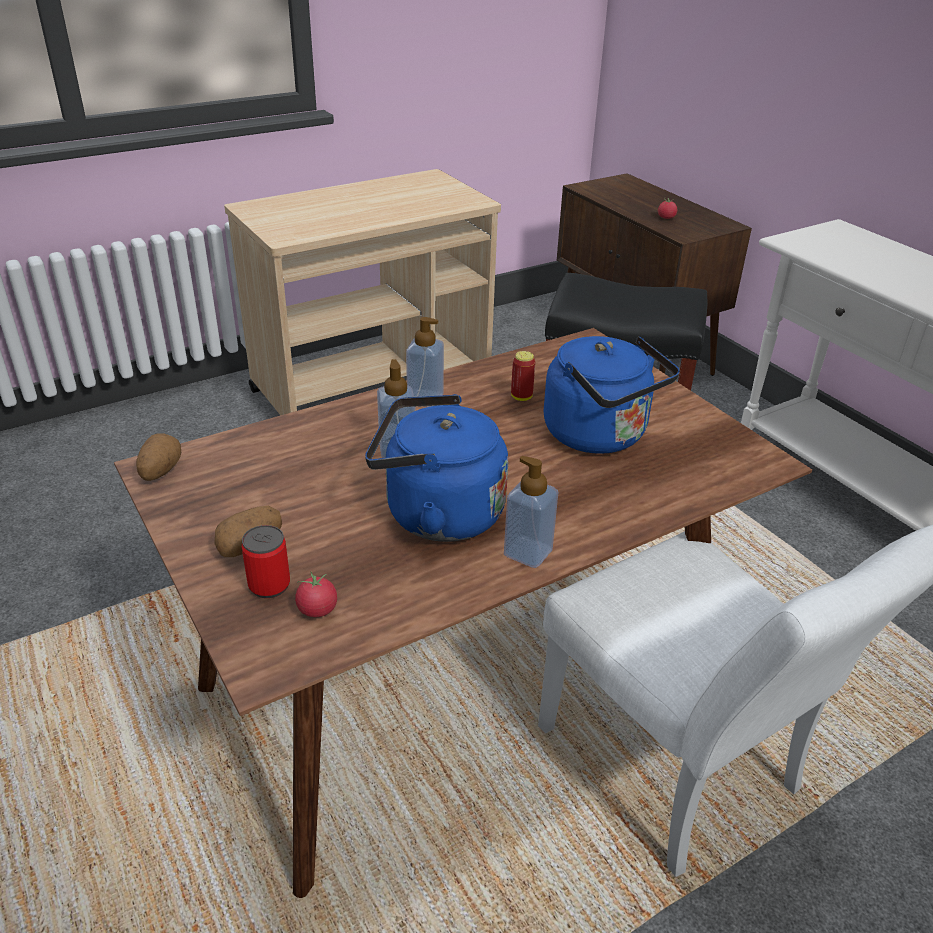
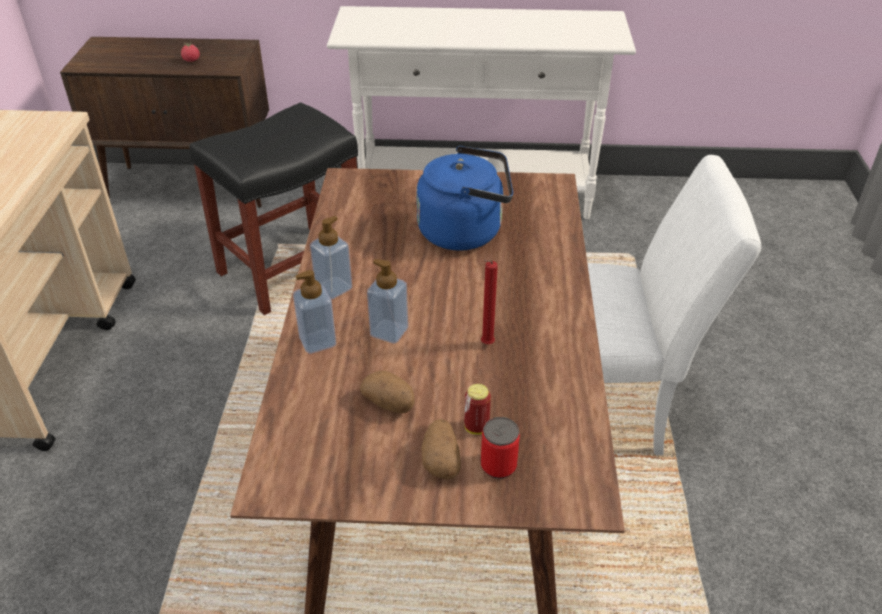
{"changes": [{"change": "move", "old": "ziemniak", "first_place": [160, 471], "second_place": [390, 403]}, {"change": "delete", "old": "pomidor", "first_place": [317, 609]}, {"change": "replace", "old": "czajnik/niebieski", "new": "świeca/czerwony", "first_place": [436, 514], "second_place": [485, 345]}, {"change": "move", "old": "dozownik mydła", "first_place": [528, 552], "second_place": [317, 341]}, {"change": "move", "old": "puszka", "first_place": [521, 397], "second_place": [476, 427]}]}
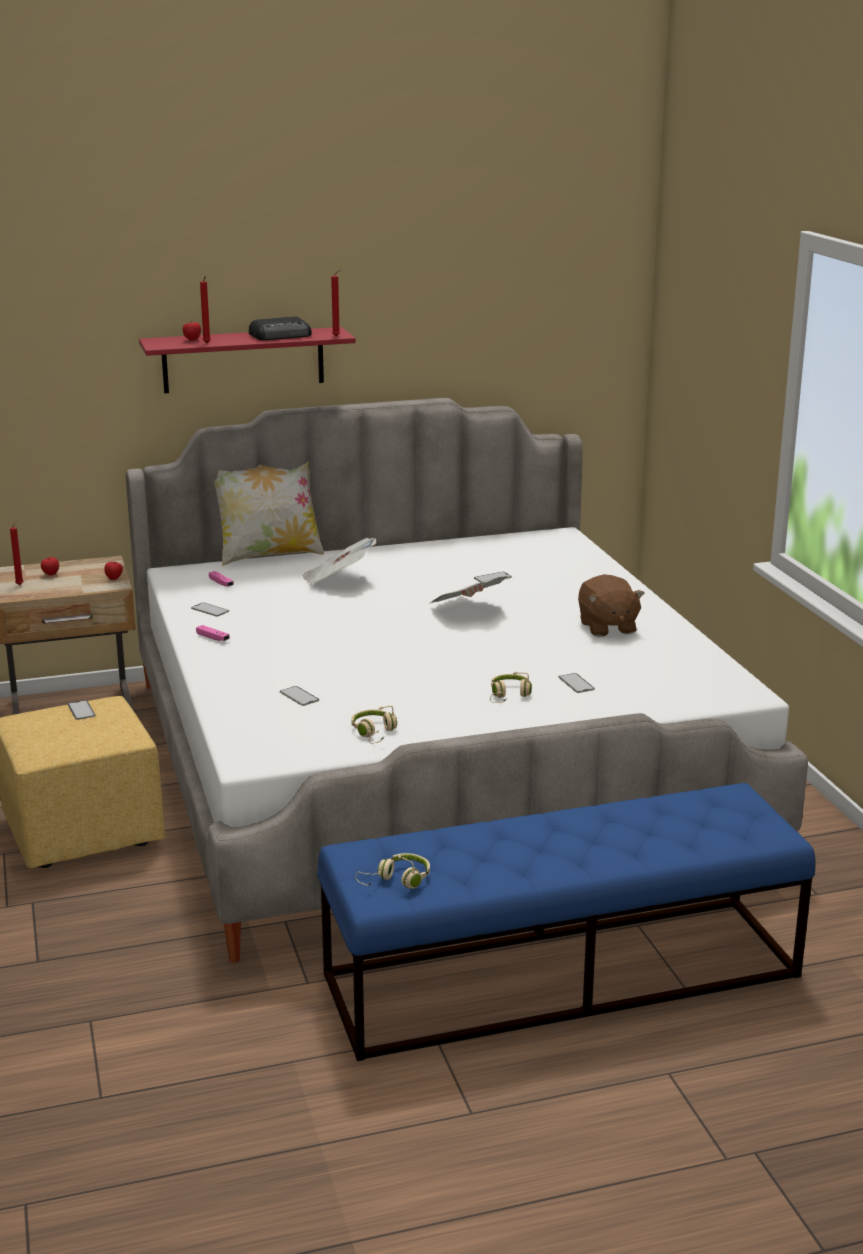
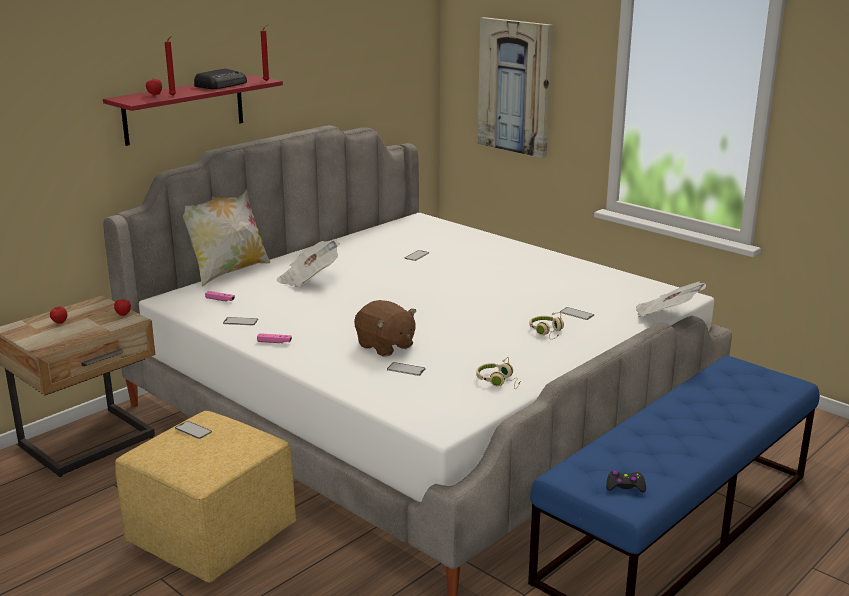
{"changes": [{"change": "delete", "old": "świeca/czerwony", "first_place": [20, 584]}, {"change": "replace", "old": "słuchawki/beżowy", "new": "pad do gier/czarny", "first_place": [397, 880], "second_place": [625, 486]}, {"change": "move", "old": "gazeta", "first_place": [467, 610], "second_place": [666, 316]}, {"change": "move", "old": "pluszak/brązowy", "first_place": [607, 627], "second_place": [385, 346]}, {"change": "insert", "new": "obraz", "second_place": [515, 86]}]}
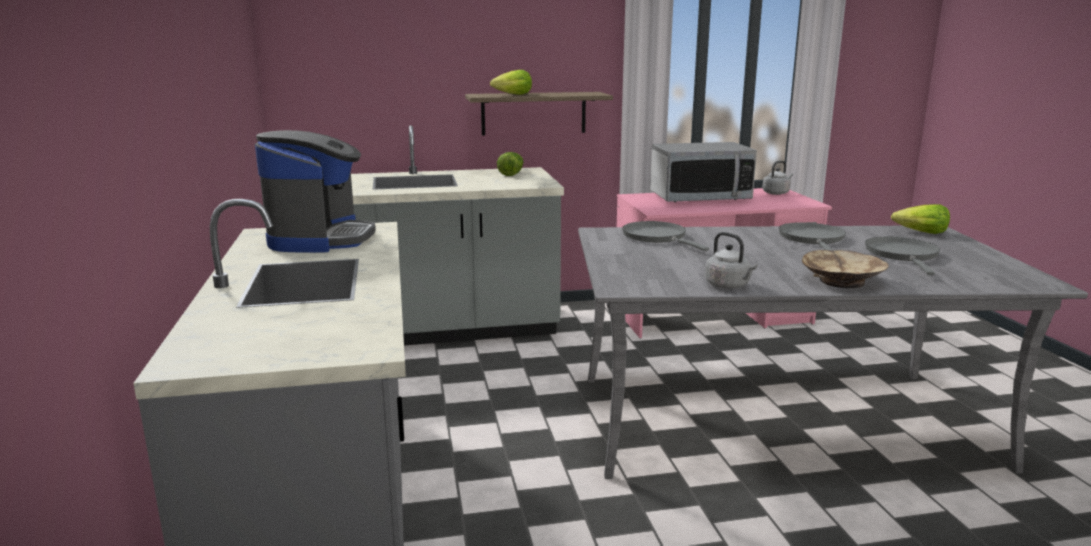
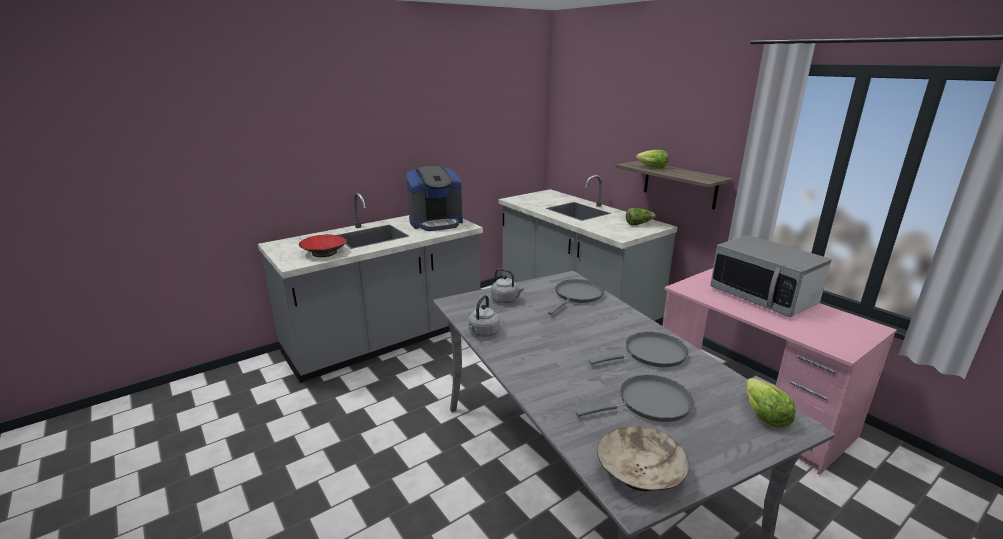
{"changes": [{"change": "move", "old": "czajnik/szary", "first_place": [776, 193], "second_place": [506, 300]}, {"change": "move", "old": "miska/beżowy", "first_place": [841, 281], "second_place": [640, 472]}, {"change": "insert", "new": "miska/czerwony", "second_place": [324, 253]}]}
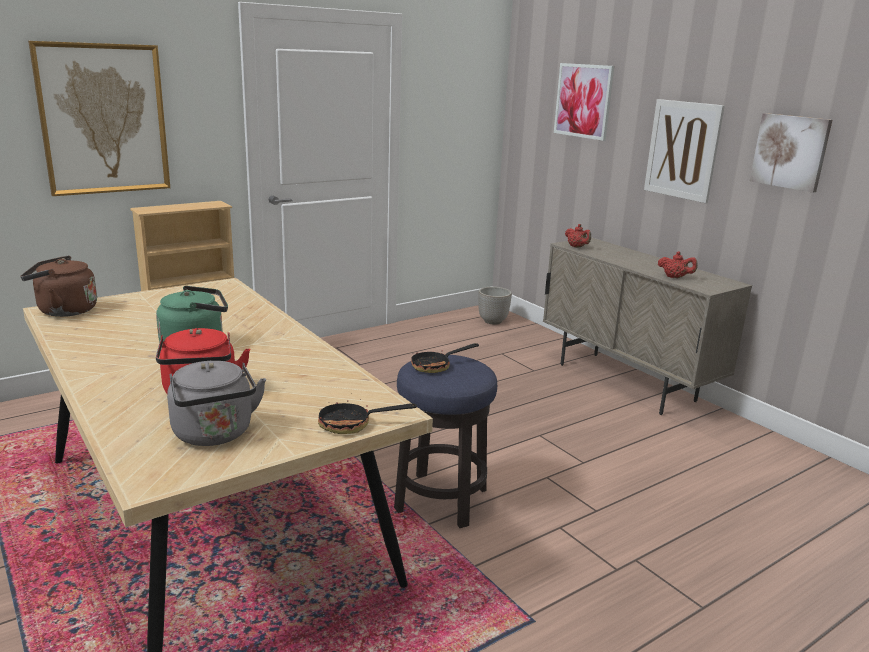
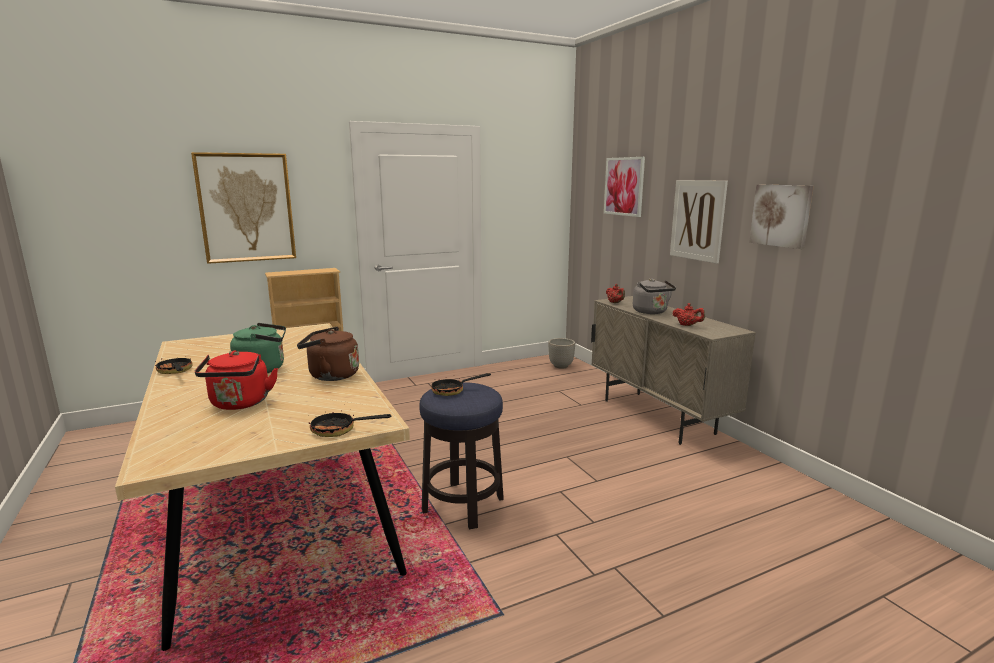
{"changes": [{"change": "move", "old": "czajnik/brązowy", "first_place": [63, 311], "second_place": [330, 375]}, {"change": "move", "old": "czajnik/szary", "first_place": [215, 435], "second_place": [651, 312]}, {"change": "insert", "new": "patelnia", "second_place": [175, 371]}]}
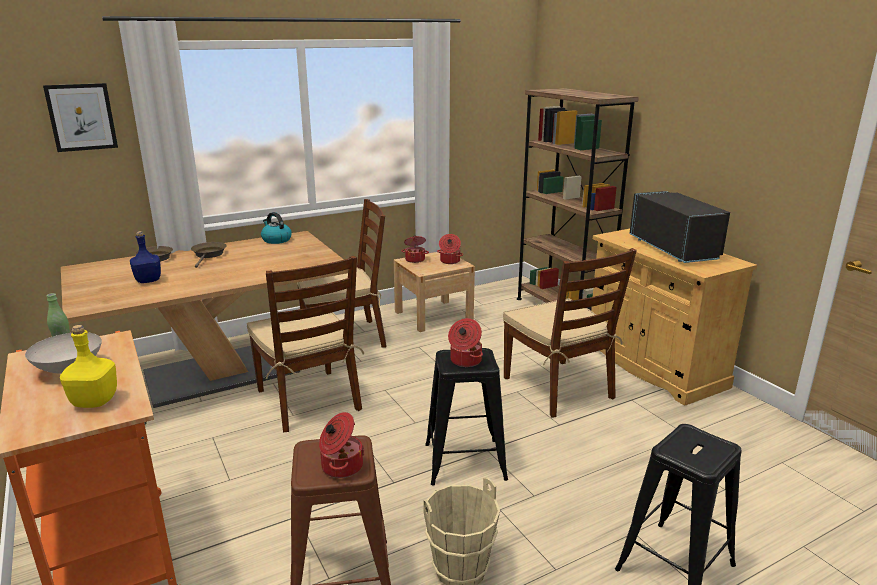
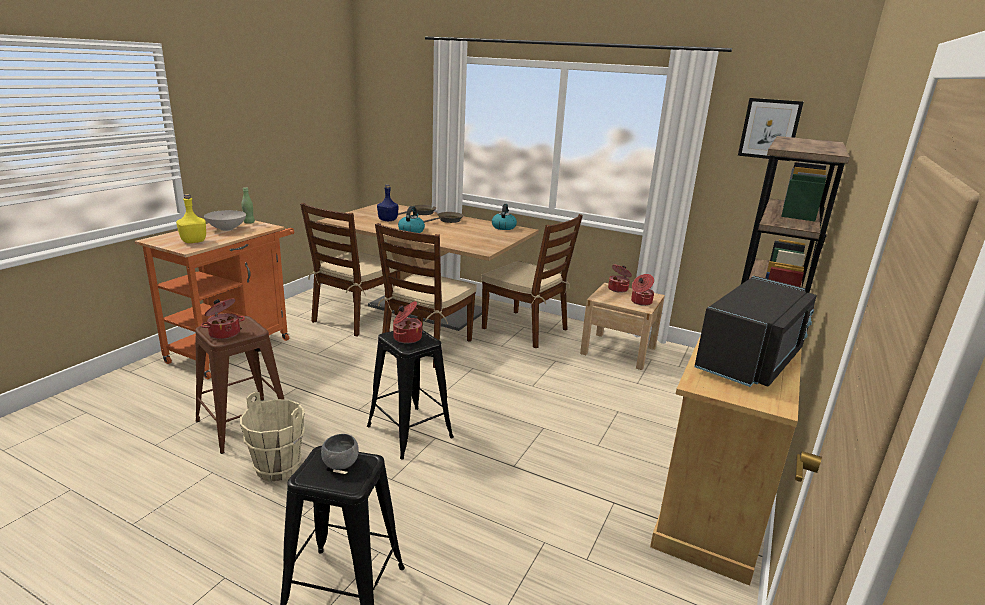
{"changes": [{"change": "move", "old": "obraz", "first_place": [81, 117], "second_place": [769, 129]}, {"change": "move", "old": "krzesło/brązowy", "first_place": [558, 388], "second_place": [355, 318]}, {"change": "insert", "new": "miska/szary", "second_place": [340, 464]}, {"change": "insert", "new": "czajnik", "second_place": [411, 231]}]}
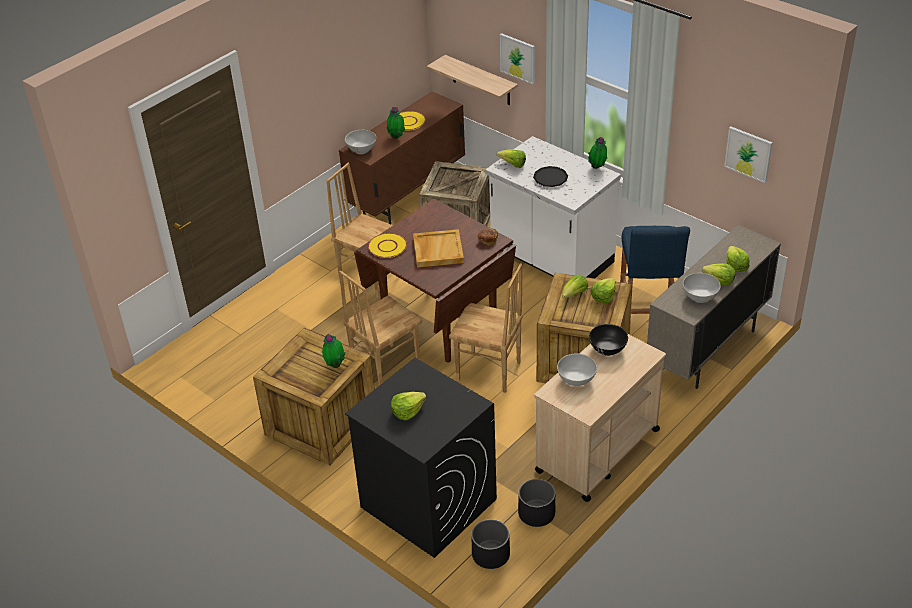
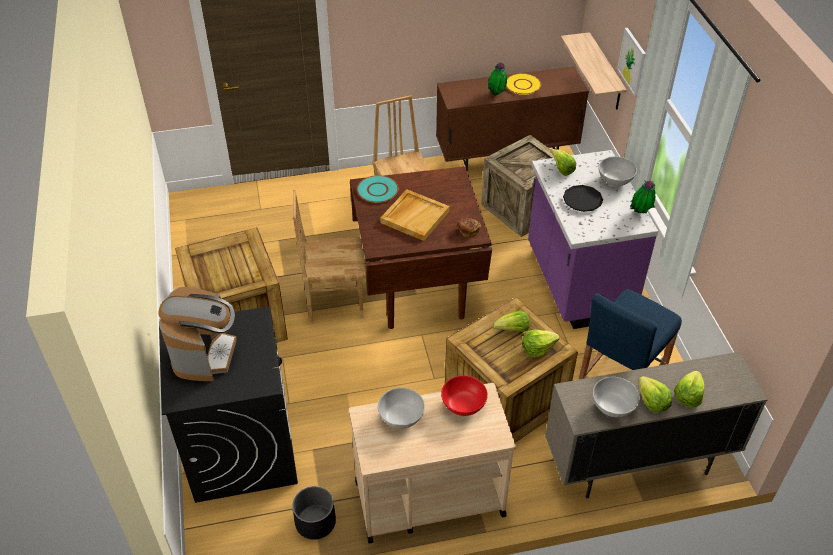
{"changes": [{"change": "delete", "old": "roślina doniczkowa", "first_place": [335, 365]}, {"change": "move", "old": "miska/biały", "first_place": [361, 150], "second_place": [615, 181]}, {"change": "recolor", "old": "talerz/żółty", "new": "talerz/turkusowy", "first_place": [387, 246], "second_place": [377, 190]}, {"change": "replace", "old": "sałata", "new": "ekspres do kawy", "first_place": [407, 411], "second_place": [205, 354]}, {"change": "delete", "old": "krzesło/brązowy", "first_place": [489, 372]}, {"change": "delete", "old": "donica/czarny", "first_place": [490, 555]}, {"change": "recolor", "old": "zabudowa kuchenna/biały", "new": "zabudowa kuchenna/fioletowy", "first_place": [551, 259], "second_place": [576, 283]}, {"change": "recolor", "old": "miska/czarny", "new": "miska/czerwony", "first_place": [608, 349], "second_place": [464, 406]}, {"change": "delete", "old": "obraz", "first_place": [748, 154]}]}
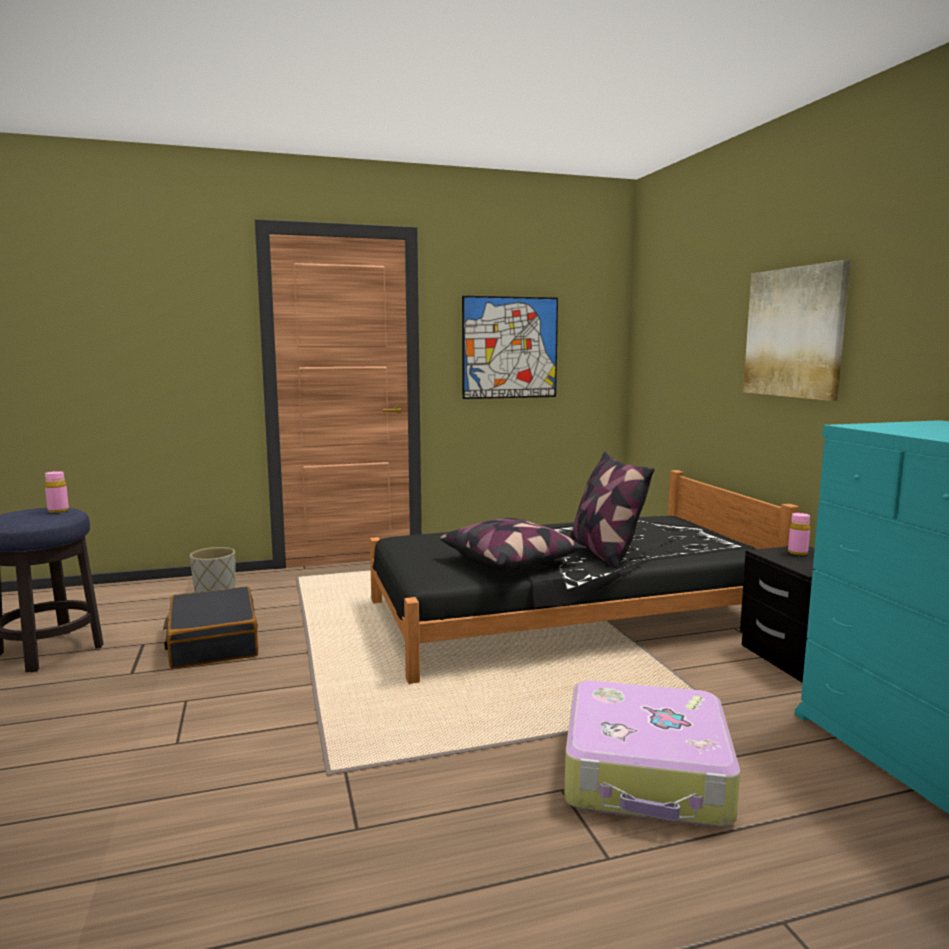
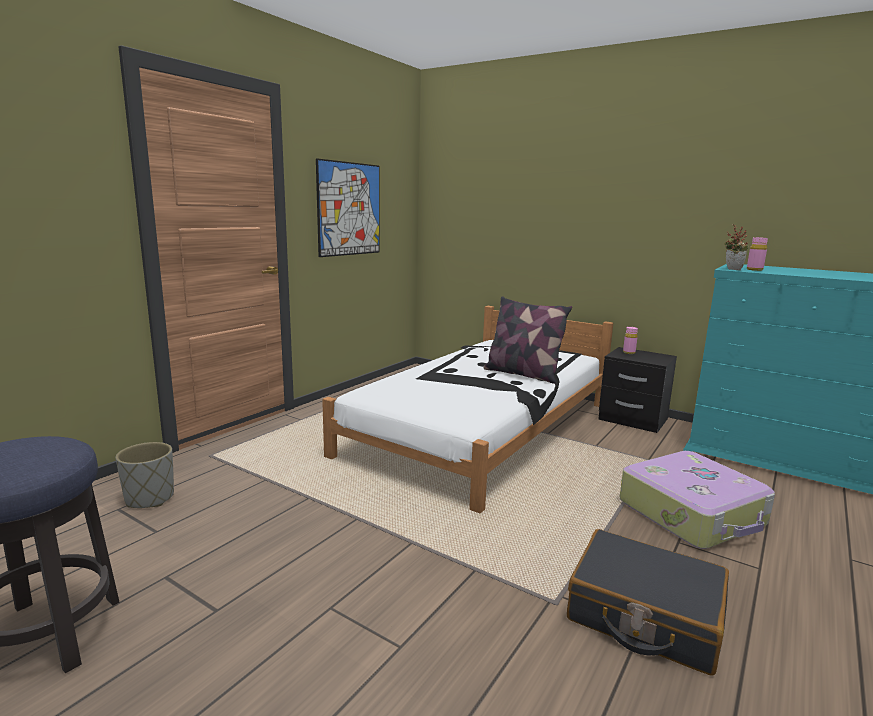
{"changes": [{"change": "move", "old": "butelka/różowy", "first_place": [58, 511], "second_place": [754, 269]}, {"change": "move", "old": "walizka/czarny", "first_place": [213, 642], "second_place": [644, 615]}, {"change": "recolor", "old": "łóżko/czarny", "new": "łóżko/biały", "first_place": [567, 615], "second_place": [482, 428]}, {"change": "delete", "old": "poduszka", "first_place": [511, 562]}, {"change": "delete", "old": "obraz", "first_place": [794, 332]}, {"change": "insert", "new": "roślina doniczkowa", "second_place": [731, 269]}]}
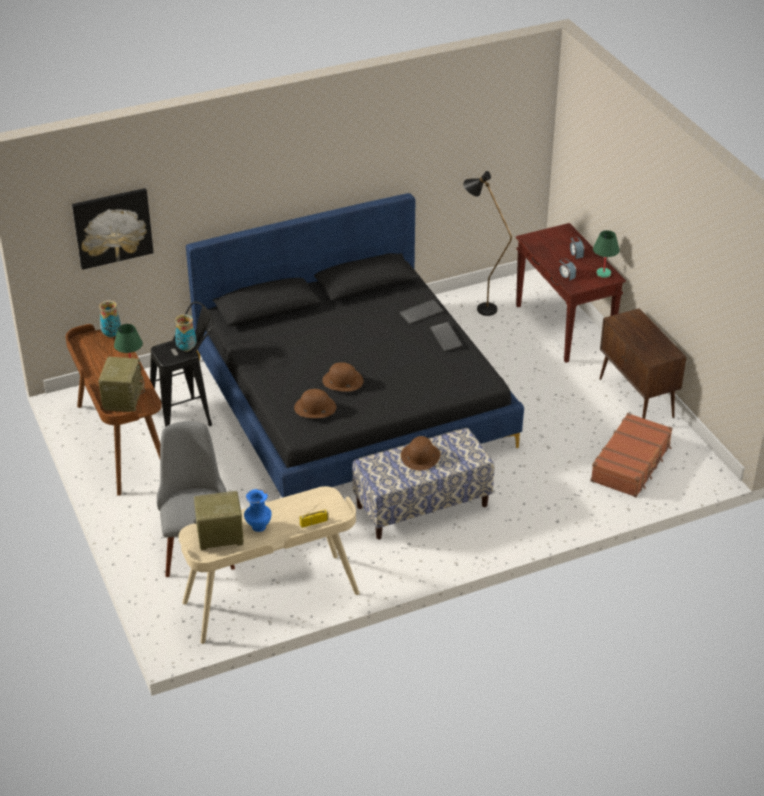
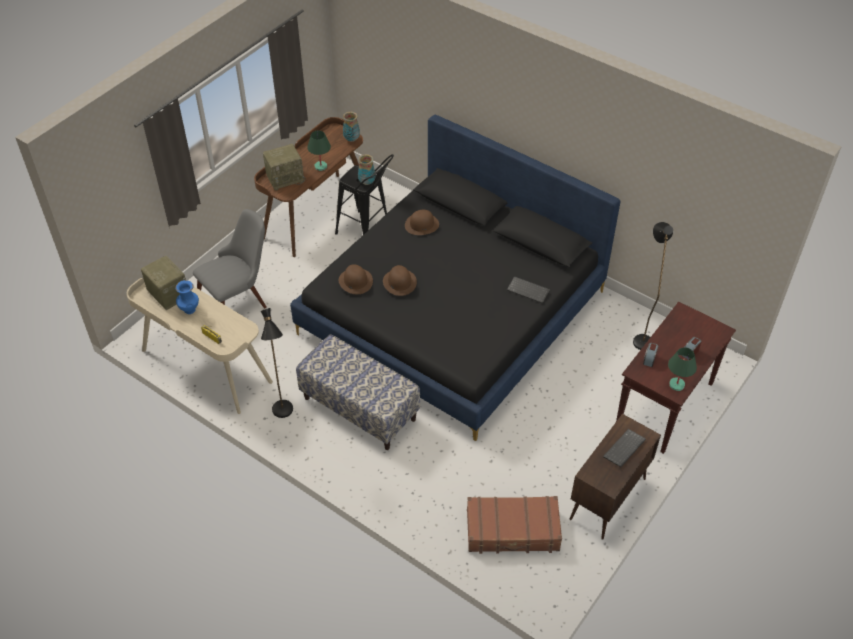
{"changes": [{"change": "delete", "old": "obraz", "first_place": [112, 227]}, {"change": "move", "old": "kapelusz/brązowy", "first_place": [420, 456], "second_place": [422, 224]}, {"change": "move", "old": "klawiatura", "first_place": [447, 338], "second_place": [624, 449]}, {"change": "insert", "new": "lampa stojąca/czarny", "second_place": [284, 415]}]}
